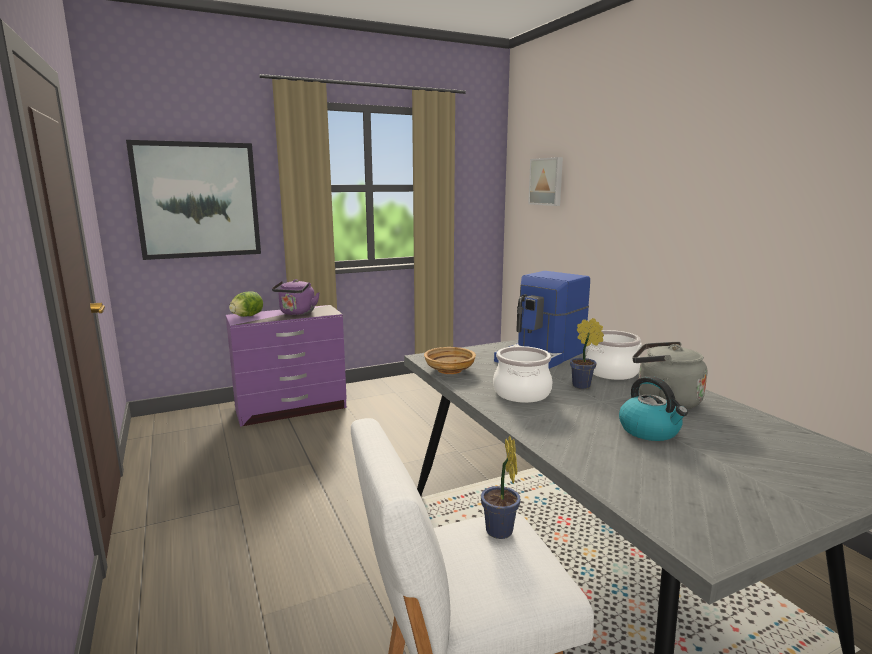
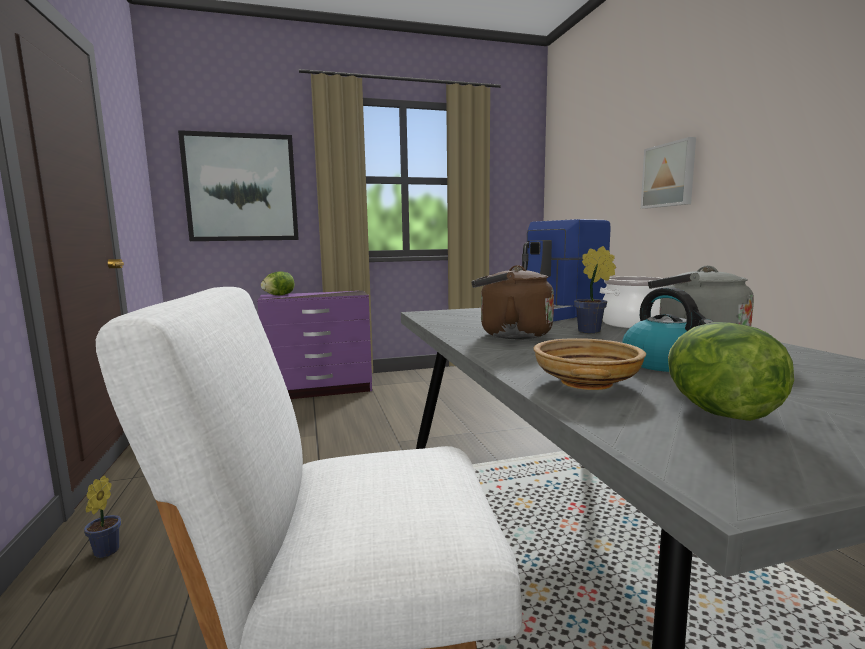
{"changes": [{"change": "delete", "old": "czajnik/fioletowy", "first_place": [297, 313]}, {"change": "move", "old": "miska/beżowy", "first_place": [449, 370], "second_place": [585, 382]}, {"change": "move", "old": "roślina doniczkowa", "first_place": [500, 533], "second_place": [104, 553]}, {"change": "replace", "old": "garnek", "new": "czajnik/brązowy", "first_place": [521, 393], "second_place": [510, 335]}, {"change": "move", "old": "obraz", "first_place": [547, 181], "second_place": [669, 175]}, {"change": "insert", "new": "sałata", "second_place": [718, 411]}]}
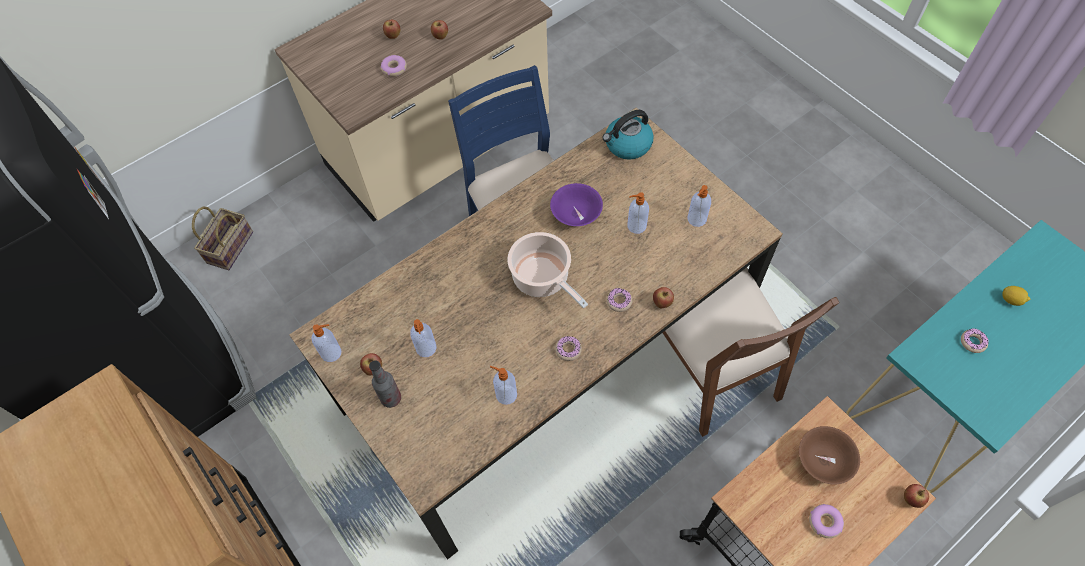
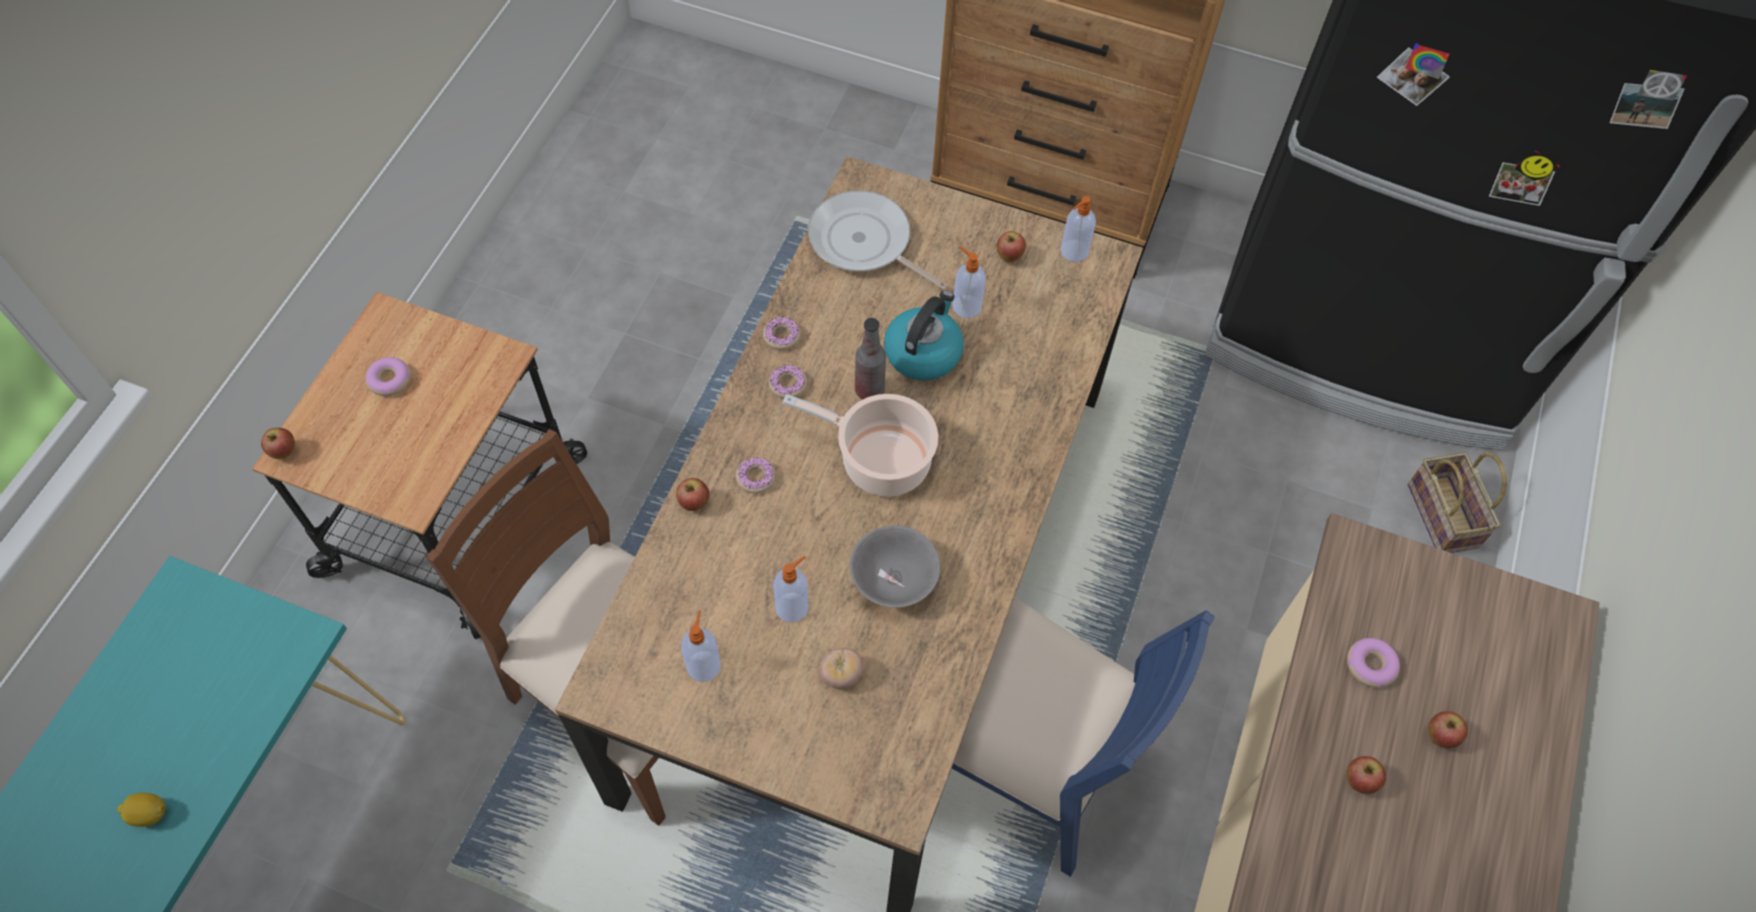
{"changes": [{"change": "move", "old": "butelka", "first_place": [391, 398], "second_place": [869, 390]}, {"change": "delete", "old": "dozownik mydła", "first_place": [505, 394]}, {"change": "recolor", "old": "miska/fioletowy", "new": "miska/szary", "first_place": [576, 215], "second_place": [893, 579]}, {"change": "move", "old": "czajnik", "first_place": [627, 145], "second_place": [923, 352]}, {"change": "delete", "old": "miska/brązowy", "first_place": [823, 461]}, {"change": "move", "old": "donut", "first_place": [972, 342], "second_place": [782, 336]}, {"change": "insert", "new": "patelnia", "second_place": [864, 243]}, {"change": "insert", "new": "pomidor", "second_place": [841, 675]}]}
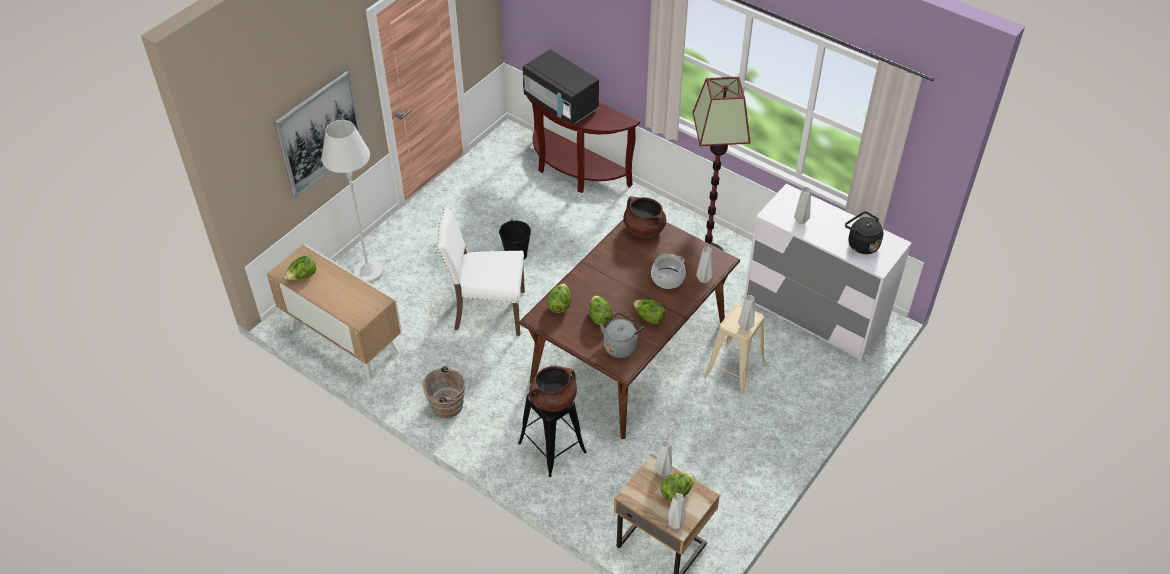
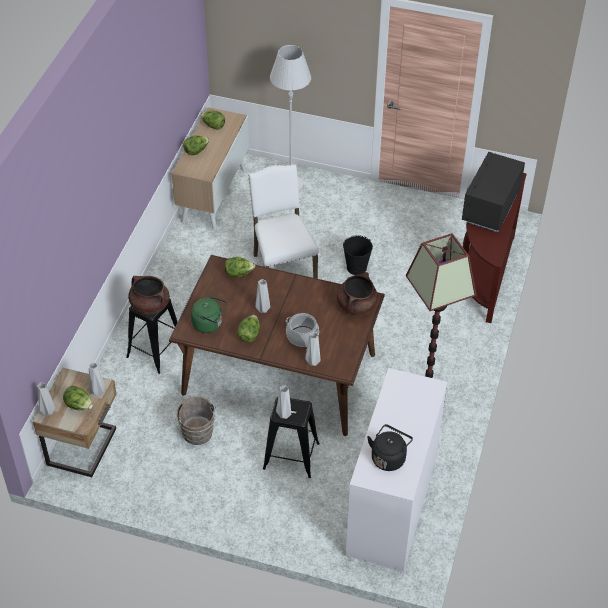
{"changes": [{"change": "delete", "old": "obraz", "first_place": [319, 133]}, {"change": "move", "old": "wiadro/brązowy", "first_place": [450, 405], "second_place": [198, 435]}, {"change": "move", "old": "sałata", "first_place": [599, 317], "second_place": [196, 151]}, {"change": "recolor", "old": "czajnik/szary", "new": "czajnik/zielony", "first_place": [621, 345], "second_place": [209, 324]}, {"change": "recolor", "old": "stołek/beżowy", "new": "stołek/czarny", "first_place": [734, 369], "second_place": [291, 456]}, {"change": "move", "old": "wazon/szary", "first_place": [800, 221], "second_place": [262, 309]}]}
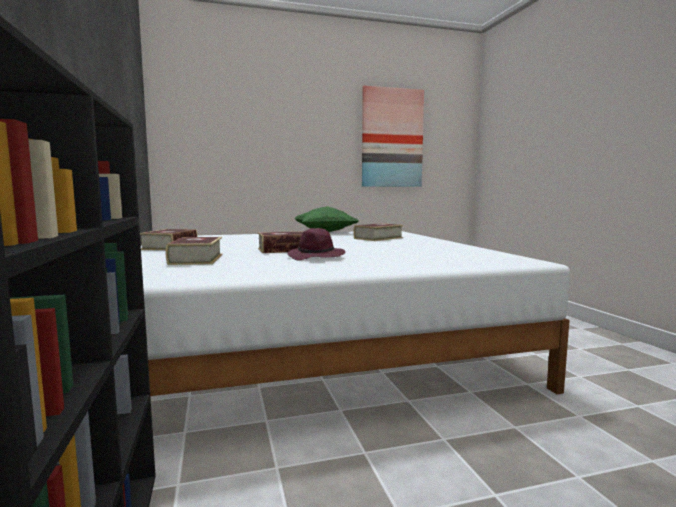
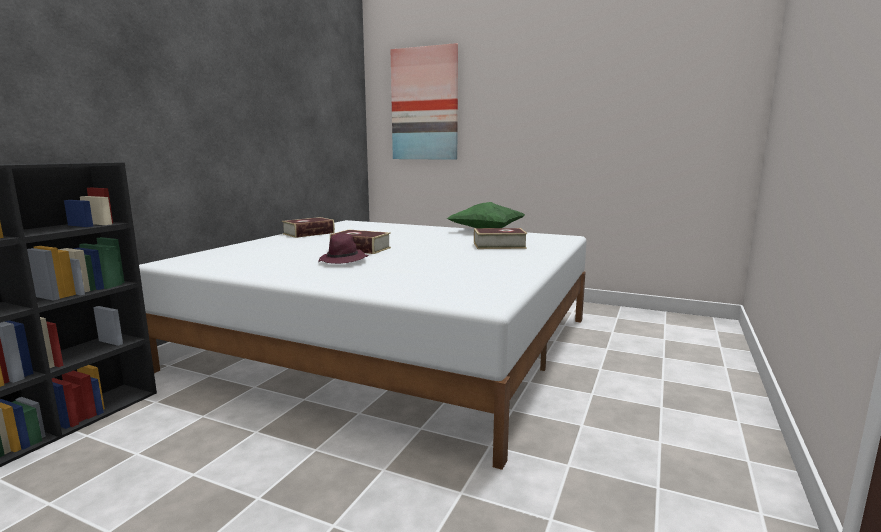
{"changes": [{"change": "delete", "old": "książka", "first_place": [196, 259]}, {"change": "move", "old": "obraz", "first_place": [392, 138], "second_place": [424, 104]}]}
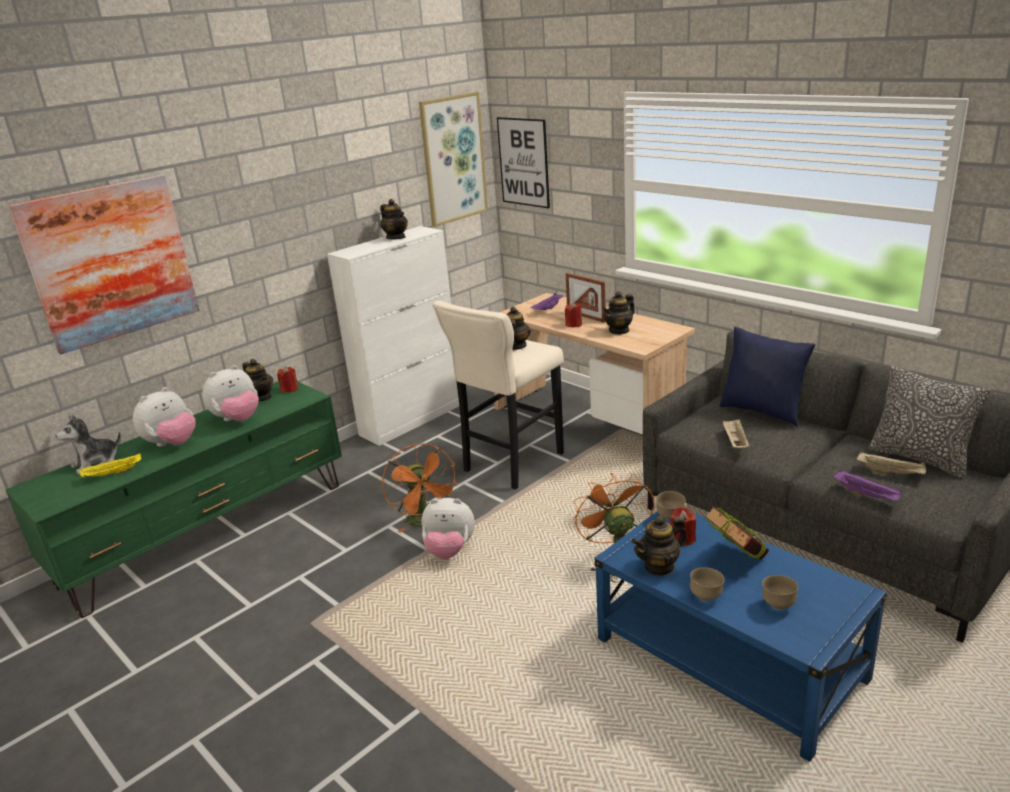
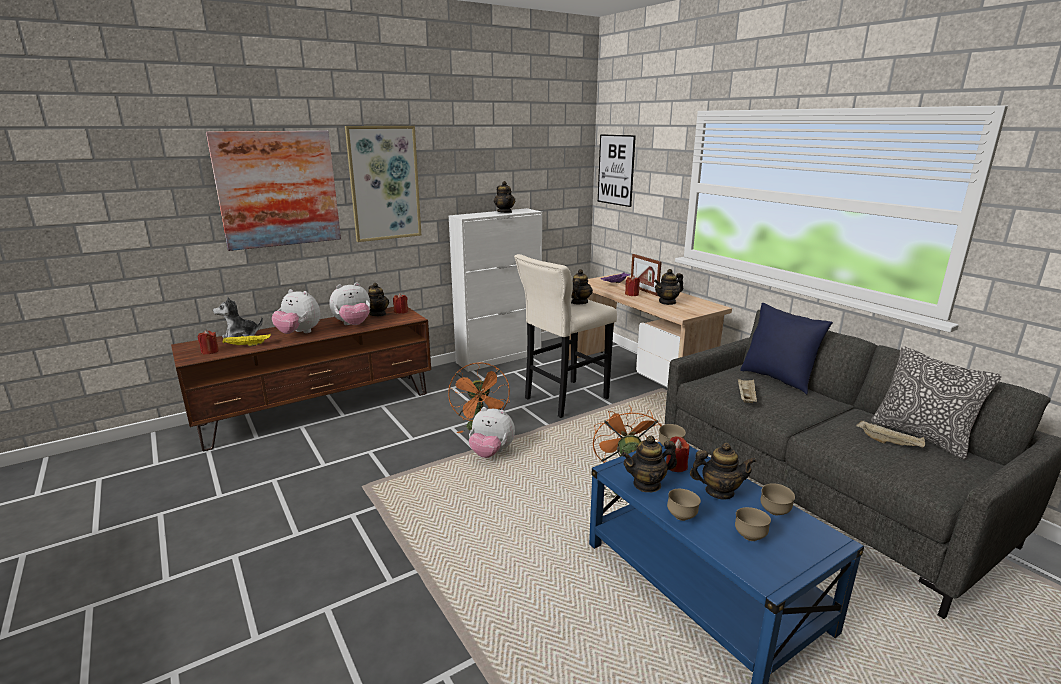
{"changes": [{"change": "recolor", "old": "szafka pod telewizor/zielony", "new": "szafka pod telewizor/brązowy", "first_place": [208, 532], "second_place": [319, 409]}, {"change": "rotate", "old": "pluszak", "first_place": [172, 444], "second_place": [299, 333], "degrees": 60}, {"change": "move", "old": "obraz", "first_place": [453, 159], "second_place": [384, 183]}, {"change": "replace", "old": "książka", "new": "imbryk", "first_place": [735, 560], "second_place": [719, 492]}, {"change": "delete", "old": "taca/fioletowy", "first_place": [866, 495]}, {"change": "insert", "new": "świeca/czerwony", "second_place": [210, 351]}, {"change": "insert", "new": "miska/brązowy", "second_place": [774, 512]}]}
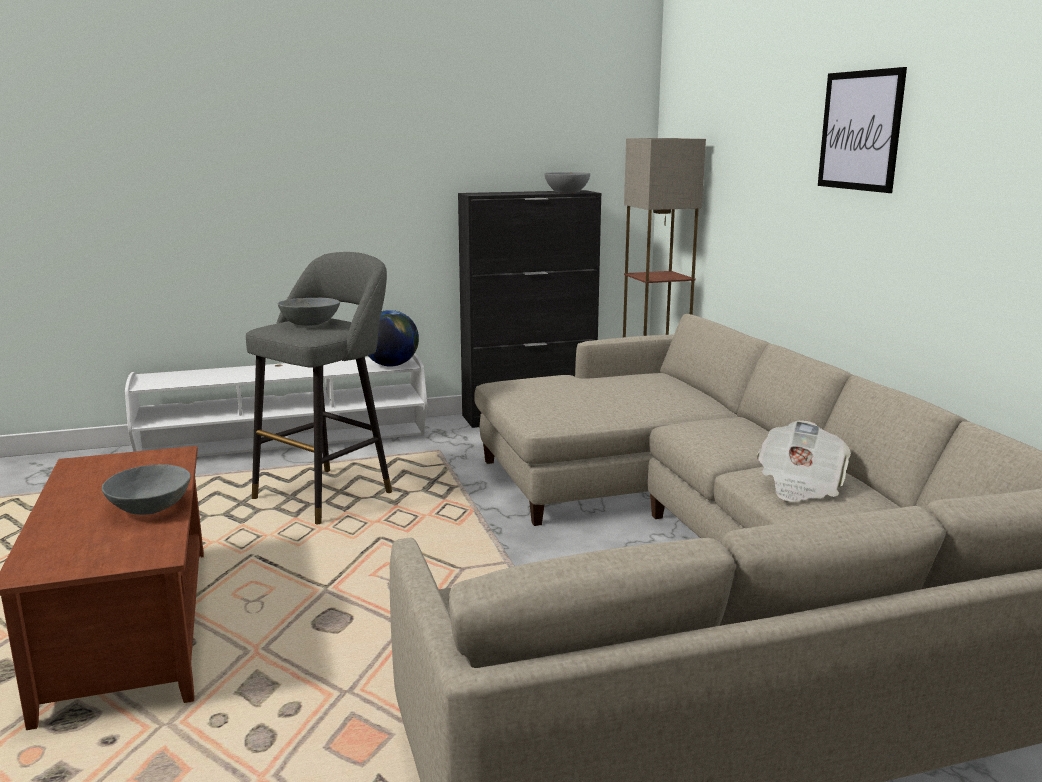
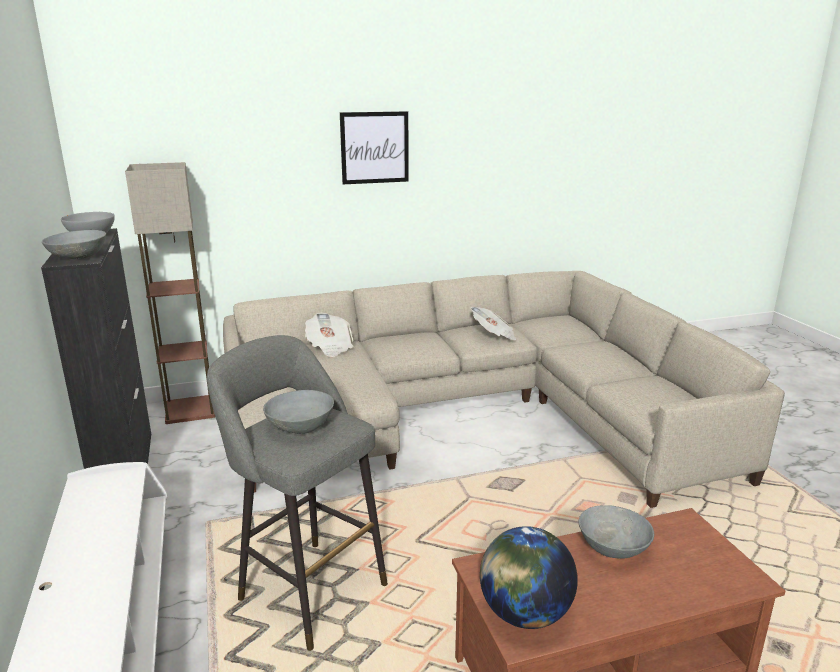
{"changes": [{"change": "move", "old": "globus", "first_place": [391, 365], "second_place": [524, 613]}, {"change": "insert", "new": "miska/szary", "second_place": [78, 256]}, {"change": "insert", "new": "gazeta", "second_place": [330, 347]}]}
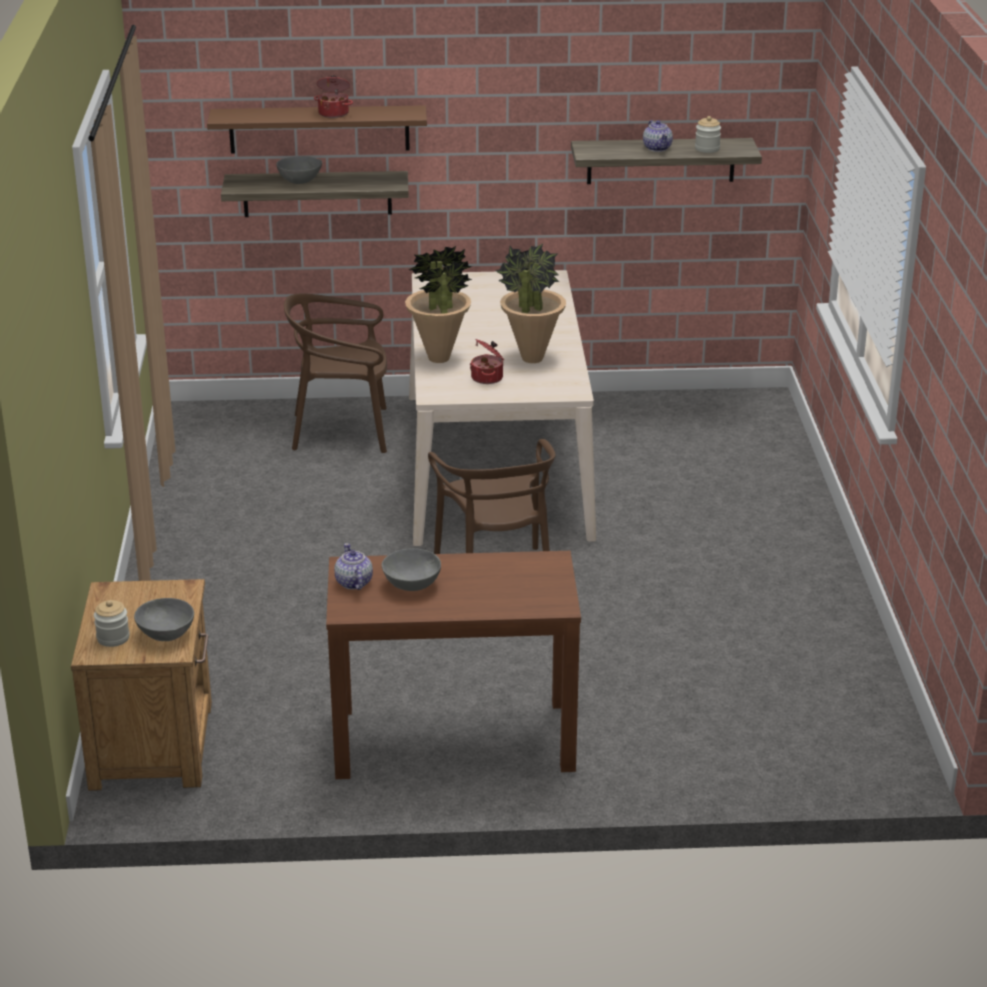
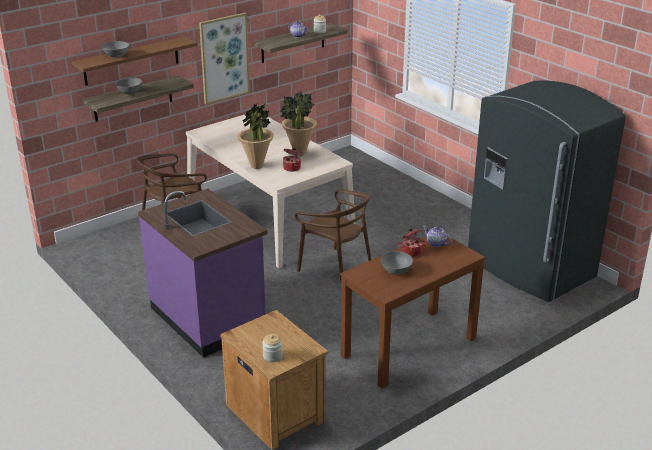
{"changes": [{"change": "move", "old": "miska/szary", "first_place": [166, 634], "second_place": [116, 55]}, {"change": "move", "old": "garnek", "first_place": [334, 113], "second_place": [411, 251]}, {"change": "move", "old": "imbryk", "first_place": [353, 583], "second_place": [436, 244]}, {"change": "insert", "new": "zabudowa kuchenna/fioletowy", "second_place": [209, 317]}, {"change": "insert", "new": "obraz", "second_place": [224, 58]}, {"change": "insert", "new": "lodówka/szary", "second_place": [529, 268]}]}
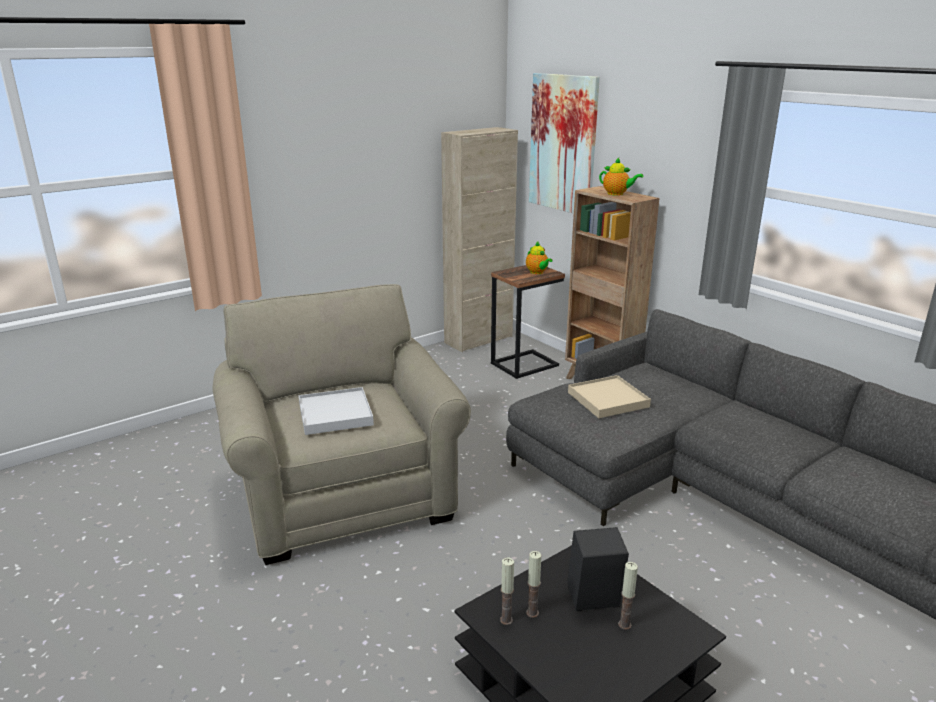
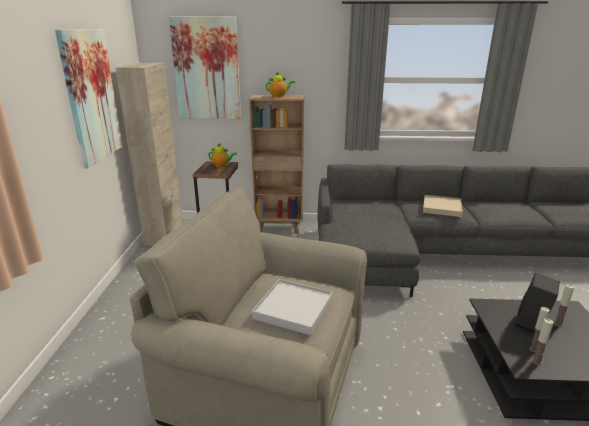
{"changes": [{"change": "move", "old": "taca/beżowy", "first_place": [608, 399], "second_place": [441, 208]}, {"change": "insert", "new": "obraz", "second_place": [91, 96]}]}
